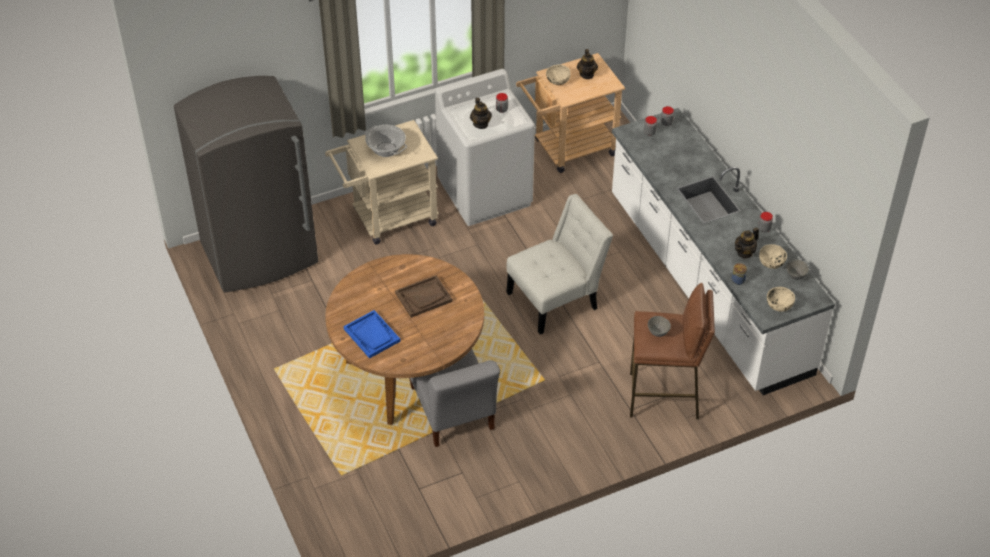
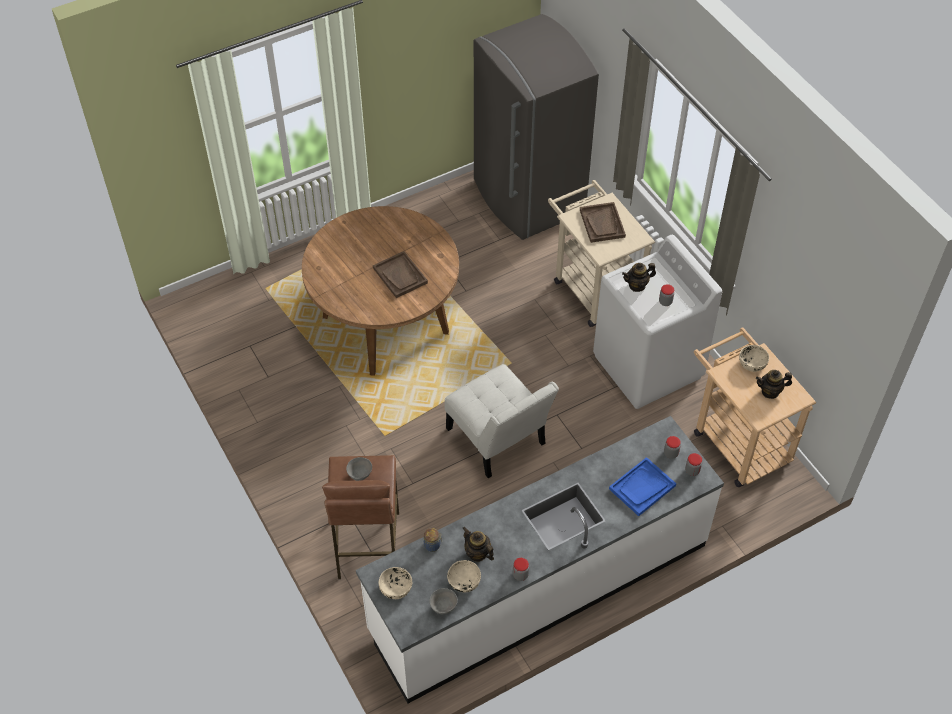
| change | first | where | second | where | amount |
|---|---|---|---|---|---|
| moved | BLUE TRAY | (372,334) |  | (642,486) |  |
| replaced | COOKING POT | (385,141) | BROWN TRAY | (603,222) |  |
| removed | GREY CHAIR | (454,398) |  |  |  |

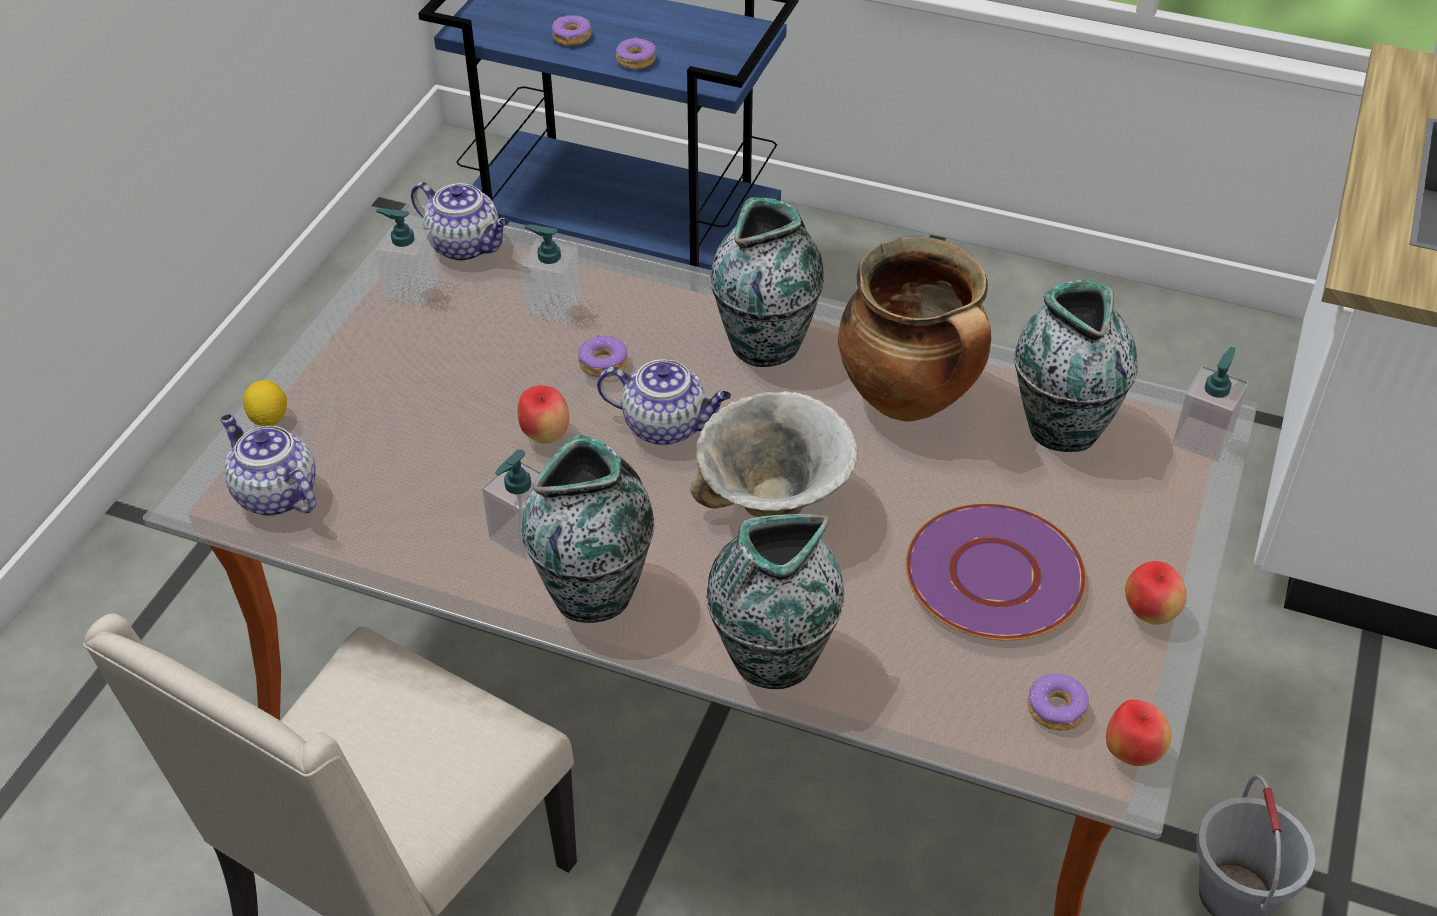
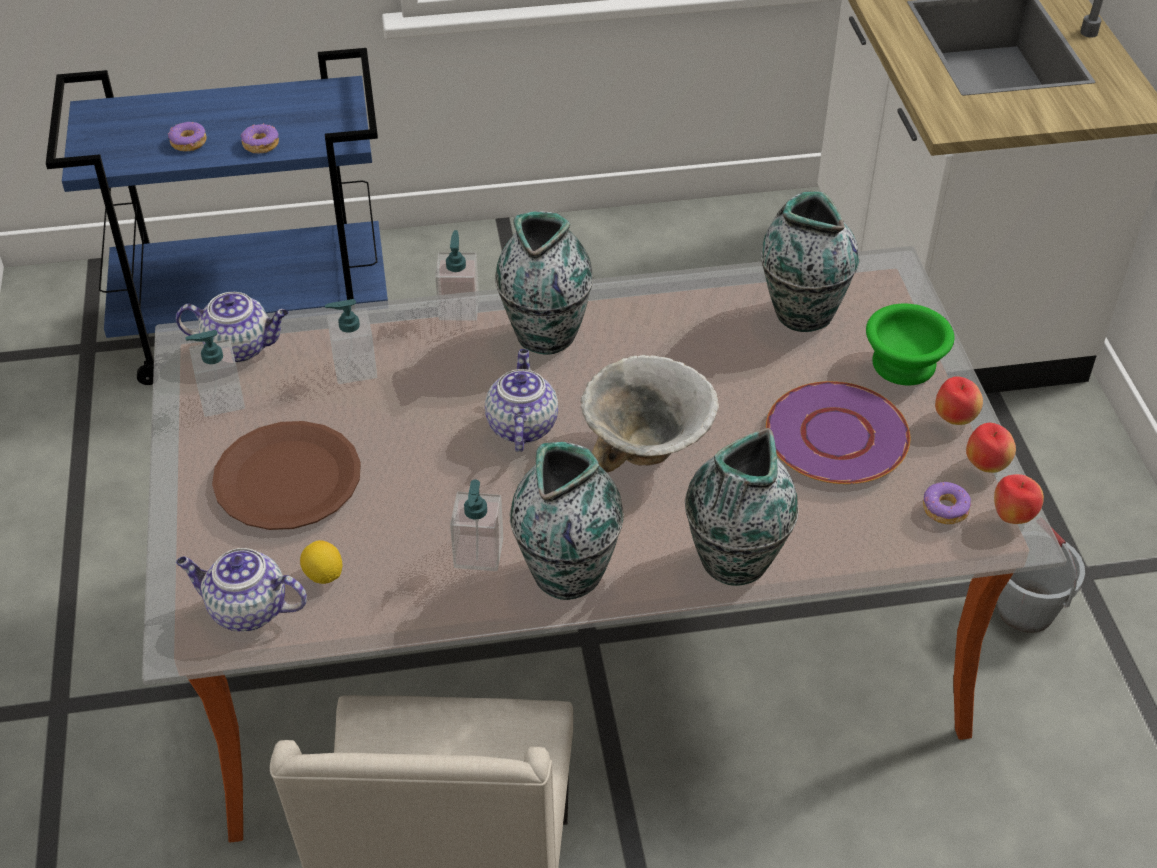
| change | first | where | second | where | amount |
|---|---|---|---|---|---|
| moved | LEMON | (265,403) |  | (321,562) |  |
| moved | APPLE | (543,414) |  | (991,448) |  |
| removed | DONUT | (602,356) |  |  |  |
| turned | TEAPOT | (664,402) |  | (521,400) | 75 degrees counterclockwise |
| removed | COOKING POT | (914,329) |  |  |  |
| moved | SOAP DISPENSER | (1210,404) |  | (457,275) |  |
| added |  |  | BROWN PLATE | (286,475) |  |
| added |  |  | GREEN BOWL | (910,344) |  |

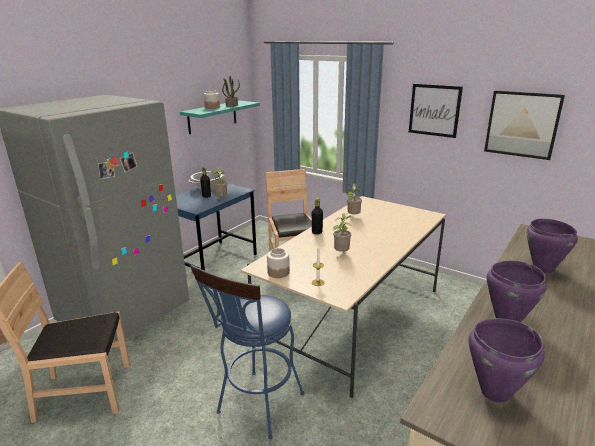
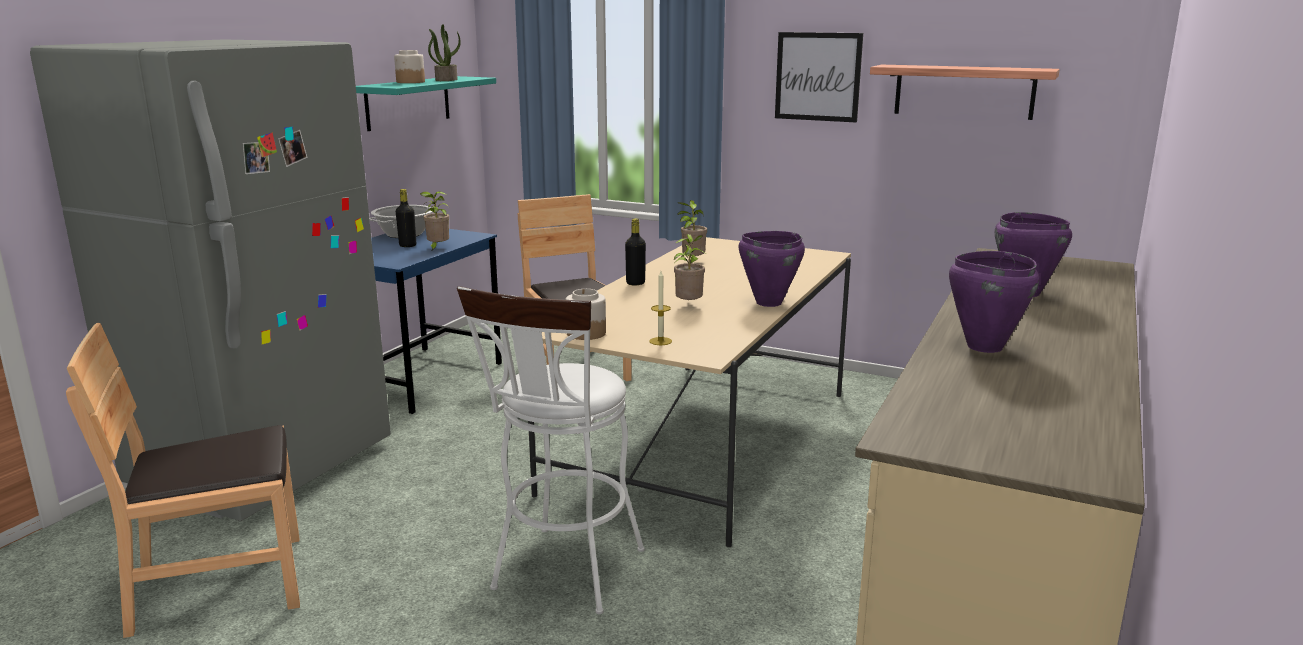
| change | first | where | second | where | amount |
|---|---|---|---|---|---|
| recoloured | BLUE STOOL | (247,352) | WHITE STOOL | (551,450) |  |
| moved | PURPLE COOKING POT | (507,360) |  | (772,269) |  |
| replaced | PICTURE | (524,125) | SHELF | (965,92) |  |

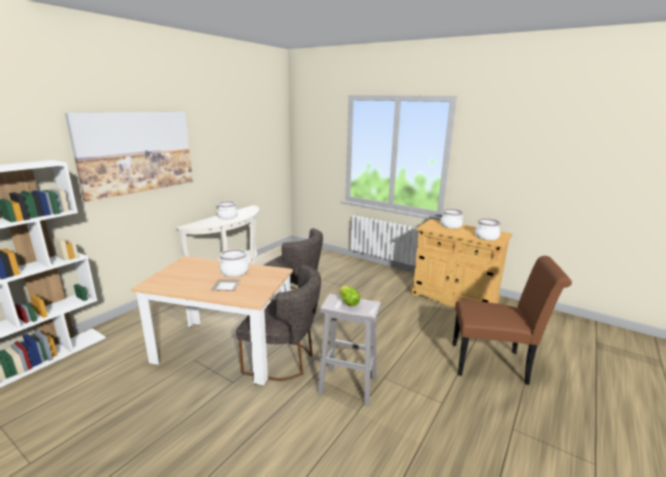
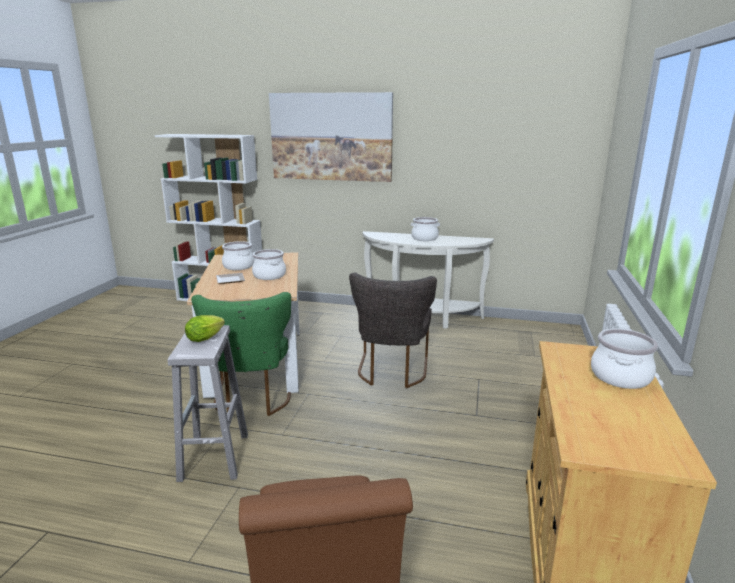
| change | first | where | second | where | amount |
|---|---|---|---|---|---|
| recoloured | GREY CHAIR | (278,323) | GREEN CHAIR | (241,354) |  |
| moved | COOKING POT | (488,229) |  | (238,255) |  |

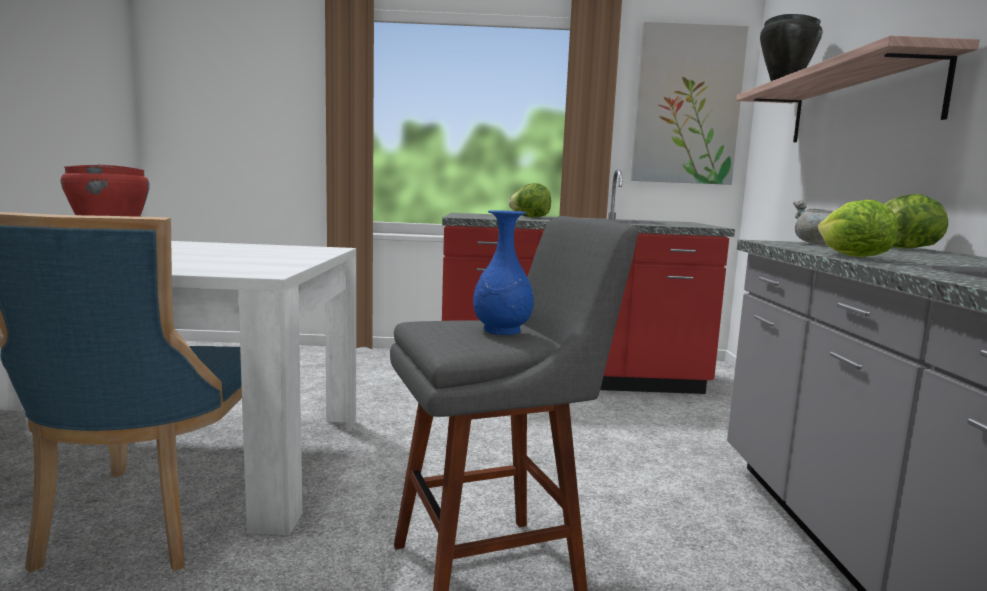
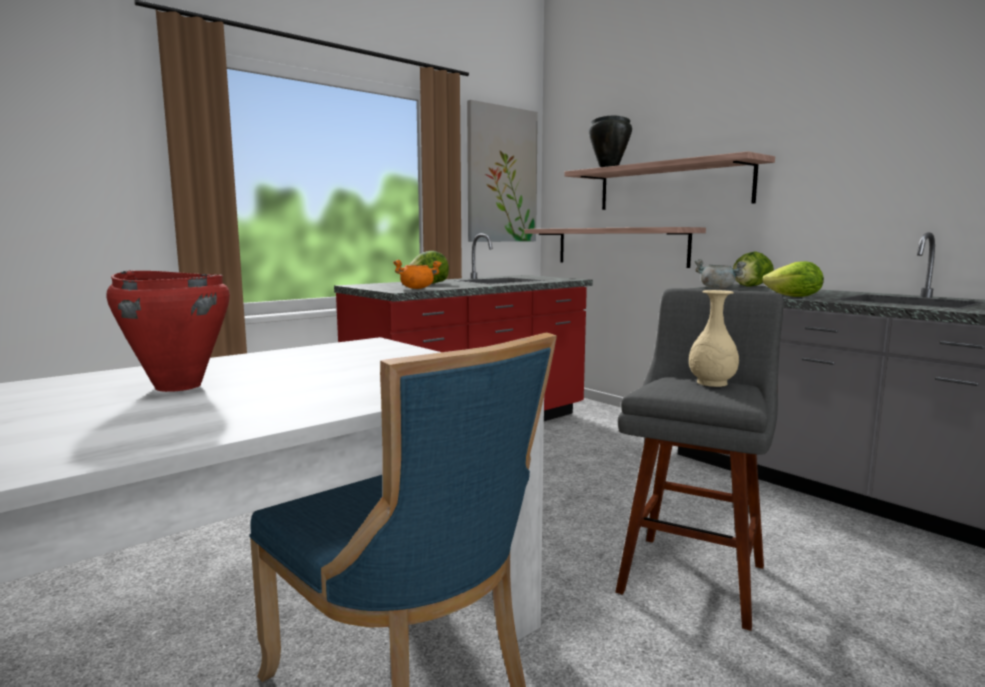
| change | first | where | second | where | amount |
|---|---|---|---|---|---|
| recoloured | BLUE VASE | (503,272) | BEIGE VASE | (714,338) |  |
| added |  |  | ORANGE COOKING POT | (417,274) |  |
| added |  |  | SHELF | (615,247) |  |

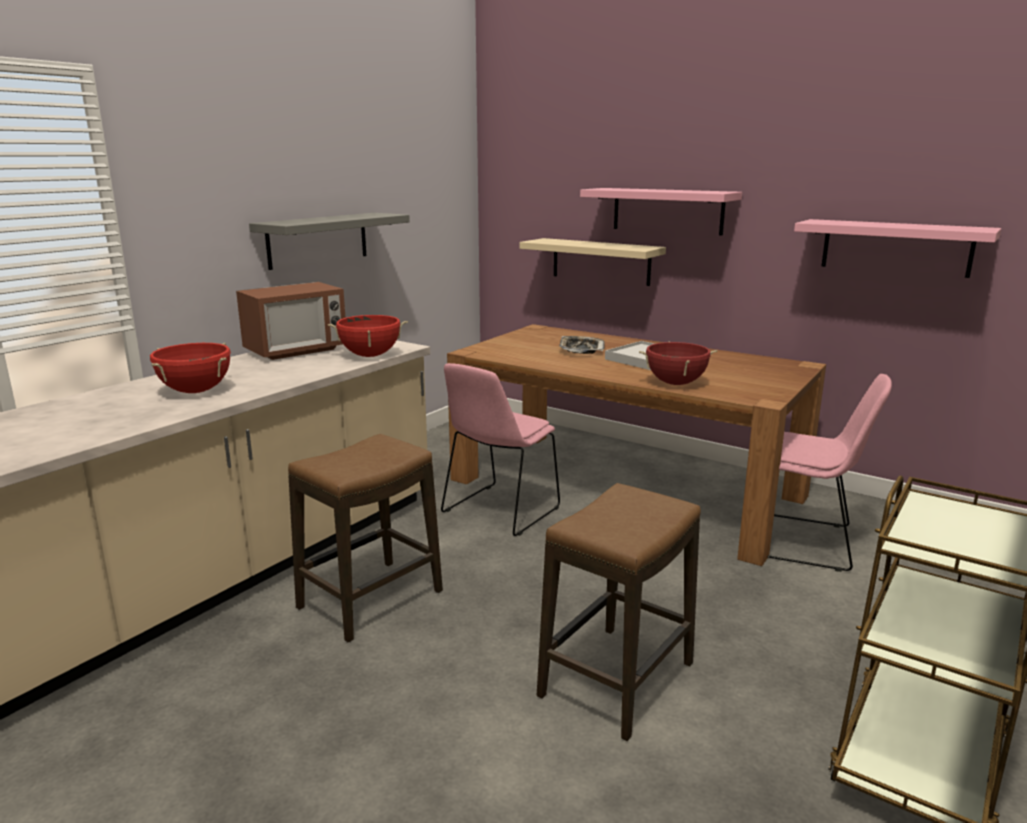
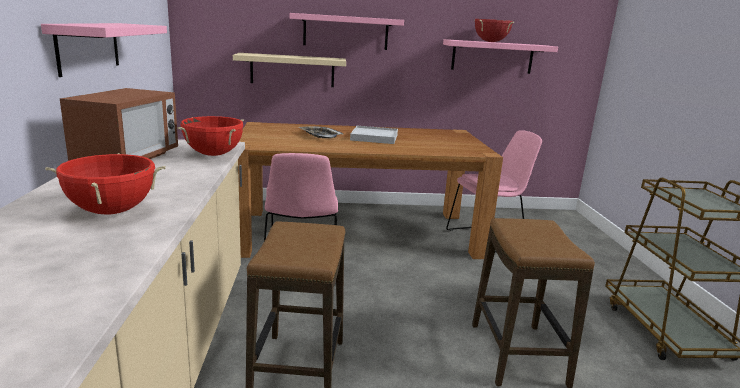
| change | first | where | second | where | amount |
|---|---|---|---|---|---|
| recoloured | GREY SHELF | (329,241) | PINK SHELF | (104,50) |  |
| moved | RED COOKING POT | (678,363) |  | (494,30) |  |

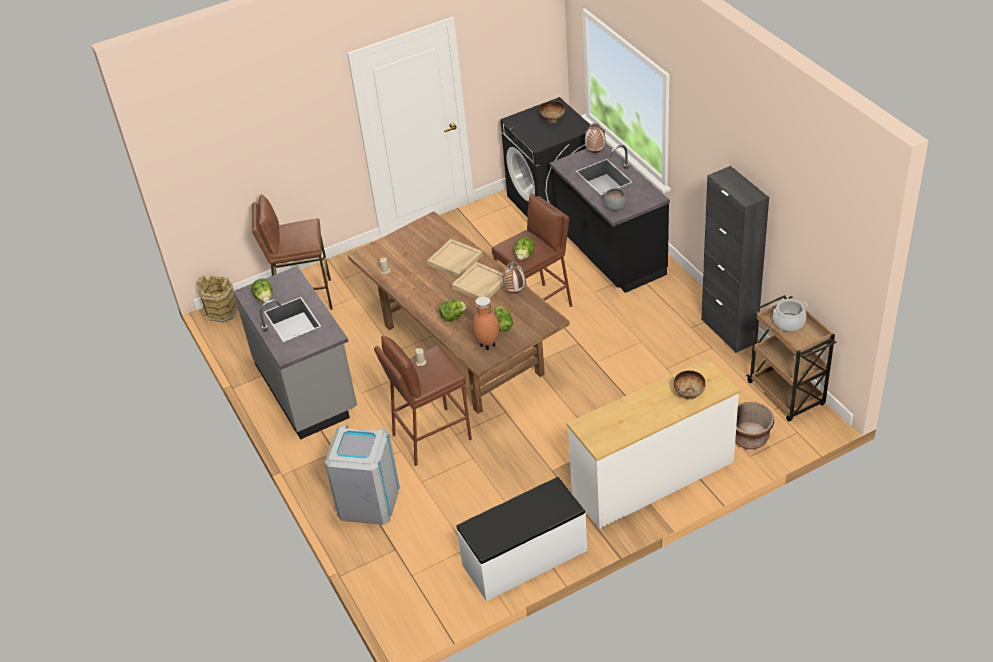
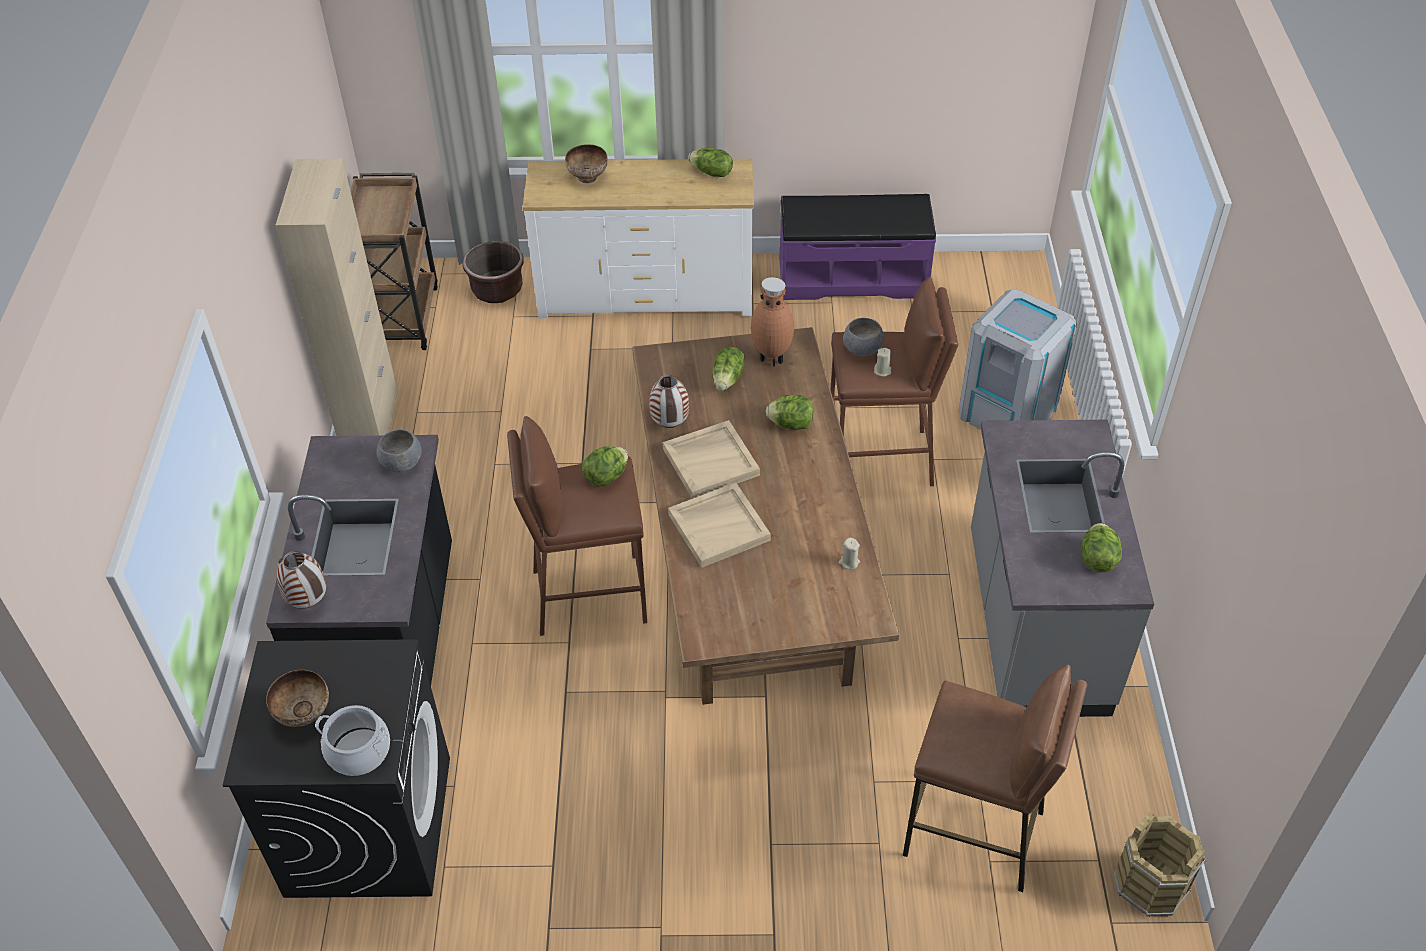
| change | first | where | second | where | amount |
|---|---|---|---|---|---|
| recoloured | WHITE BENCH | (521,539) | PURPLE BENCH | (858,247) |  |
| recoloured | BLACK CABINET | (735,259) | BEIGE CABINET | (337,297) |  |
| moved | COOKING POT | (790,315) |  | (352,740) |  |
| added |  |  | LETTUCE | (710,162) |  |
| added |  |  | GREY BOWL | (863,337) |  |

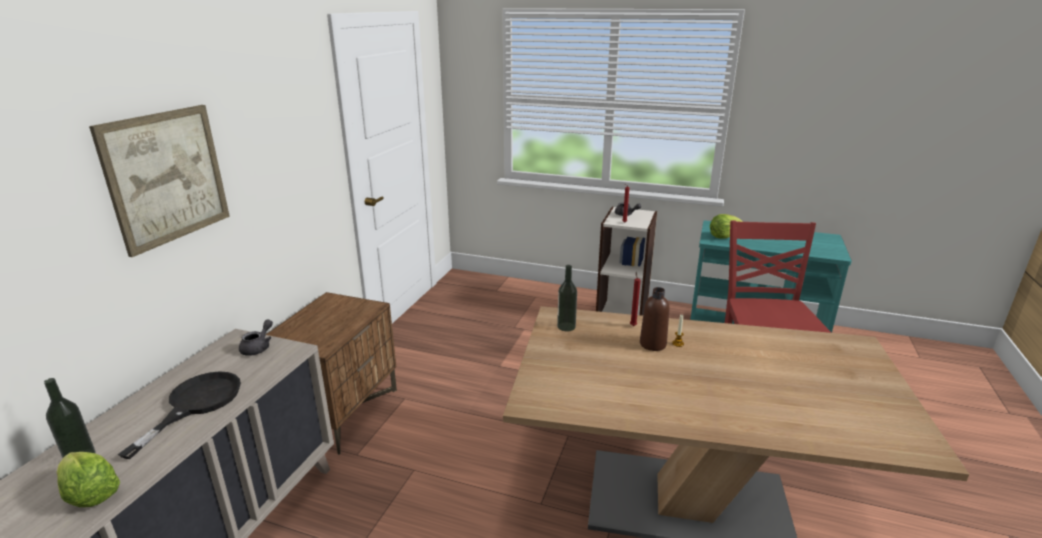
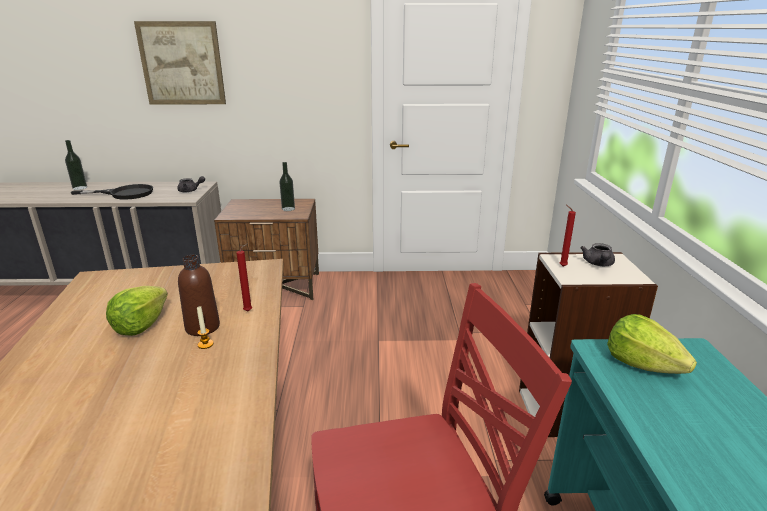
| change | first | where | second | where | amount |
|---|---|---|---|---|---|
| moved | LETTUCE | (88,479) |  | (137,311) |  |
| moved | BOTTLE | (567,298) |  | (287,186) |  |

